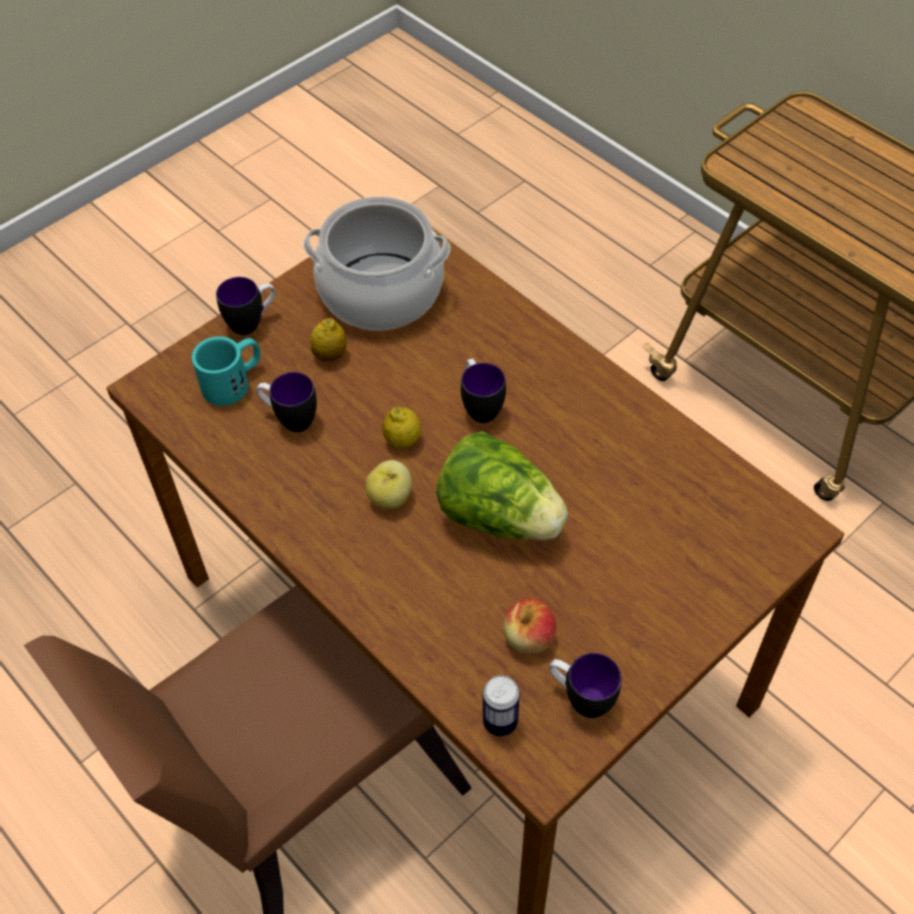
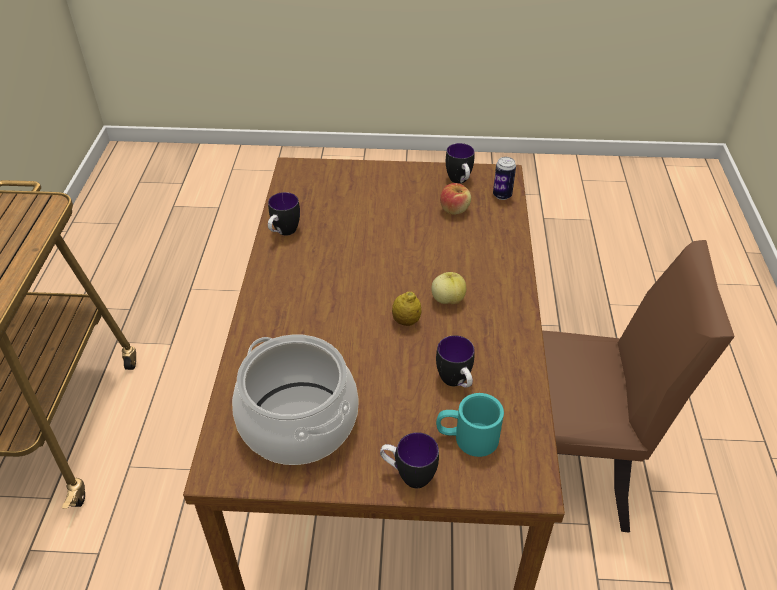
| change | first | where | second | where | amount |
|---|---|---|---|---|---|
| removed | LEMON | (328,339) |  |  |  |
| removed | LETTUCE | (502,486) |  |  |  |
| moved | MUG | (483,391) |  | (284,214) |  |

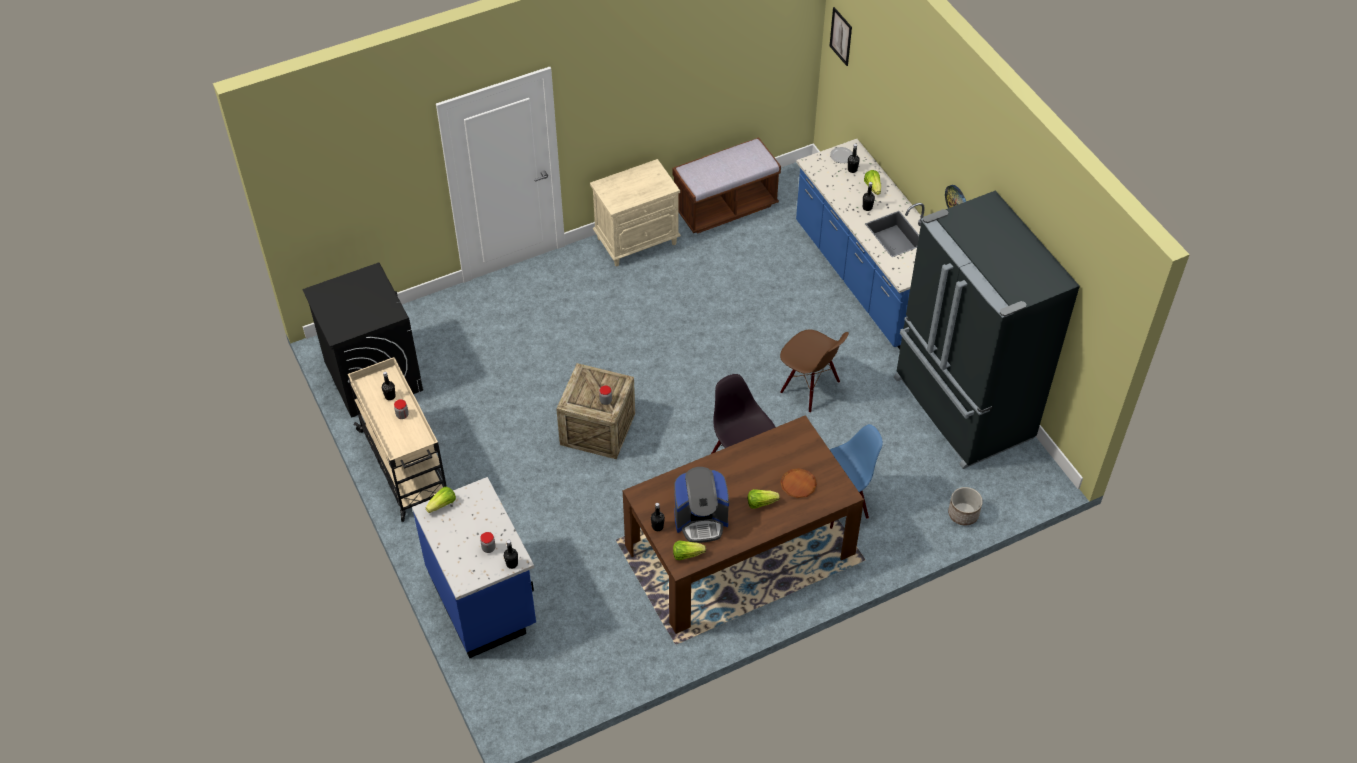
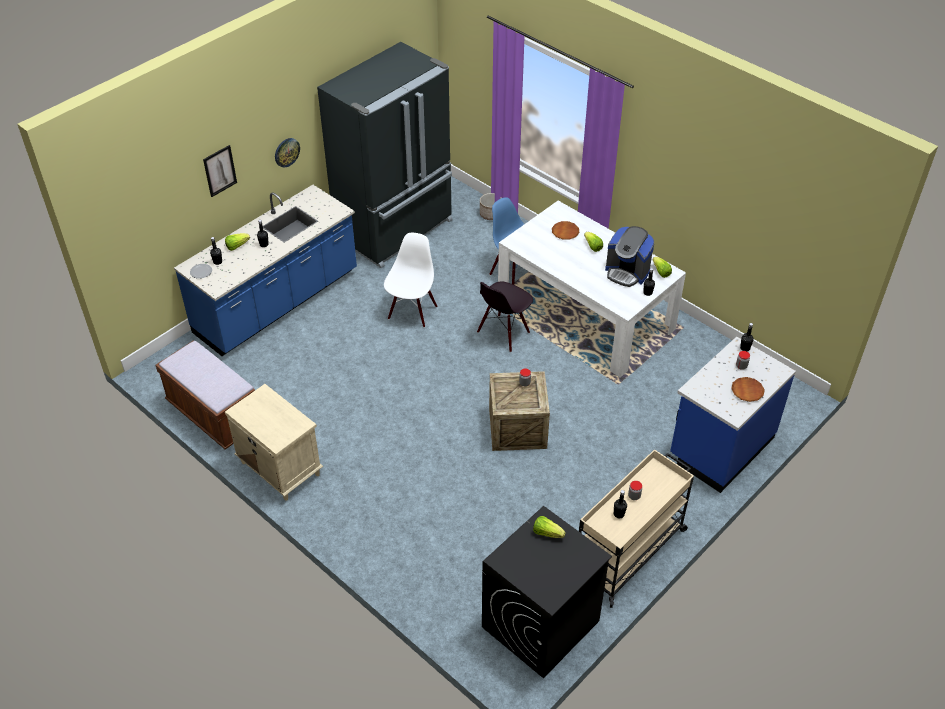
| change | first | where | second | where | amount |
|---|---|---|---|---|---|
| moved | LETTUCE | (441,499) |  | (549,527) |  |
| recoloured | BROWN DINING TABLE | (743,524) | WHITE DINING TABLE | (592,289) |  |
| turned | COFFEE MACHINE | (701,505) |  | (629,256) | 150 degrees clockwise |
| recoloured | BROWN CHAIR | (814,371) | WHITE CHAIR | (410,280) |  |
| moved | PICTURE | (841,36) |  | (220,171) |  |
| added |  |  | BROWN PLATE | (748,389) |  |

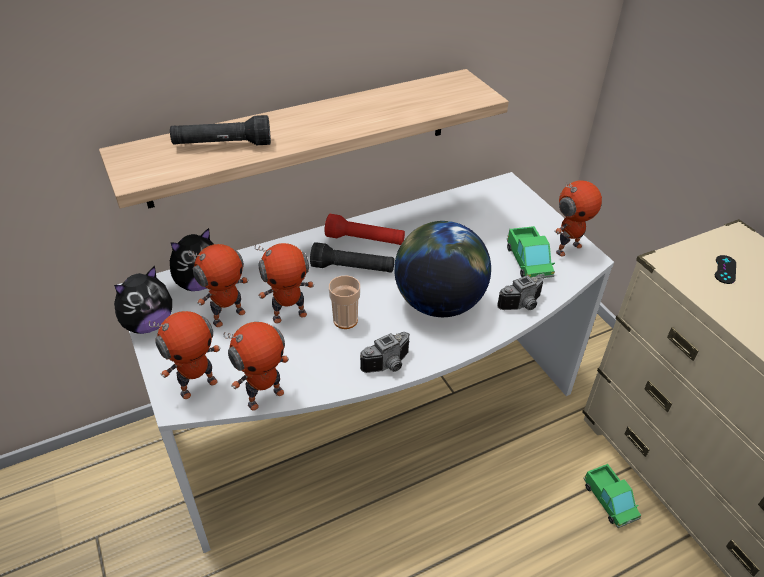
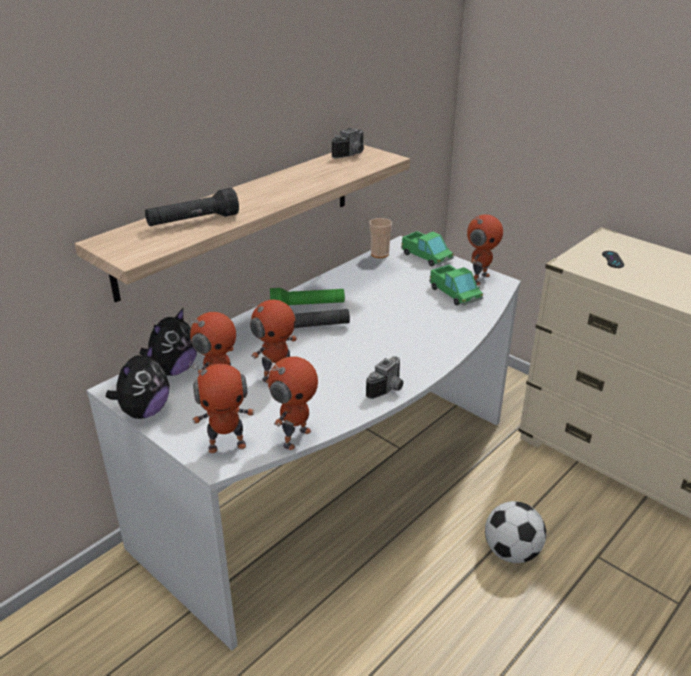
| change | first | where | second | where | amount |
|---|---|---|---|---|---|
| turned | TOY ROBOT | (184,355) |  | (221,407) | 45 degrees clockwise |
| recoloured | RED FLASHLIGHT | (365,229) | GREEN FLASHLIGHT | (307,297) |  |
| moved | CUP | (344,302) |  | (380,238) |  |
| removed | GLOBE | (442,269) |  |  |  |
| moved | PHOTO CAMERA | (520,292) |  | (348,143) |  |
| moved | TOY TRUCK | (612,496) |  | (427,248) |  |
| added |  |  | FOOTBALL | (515,532) |  |

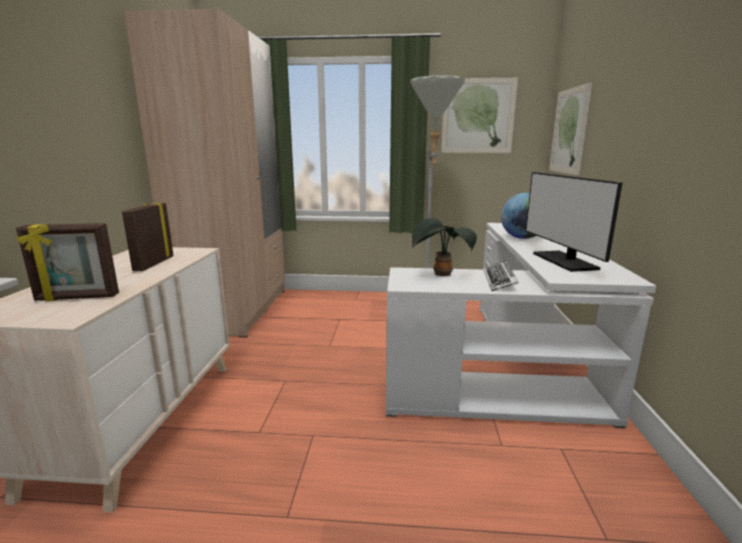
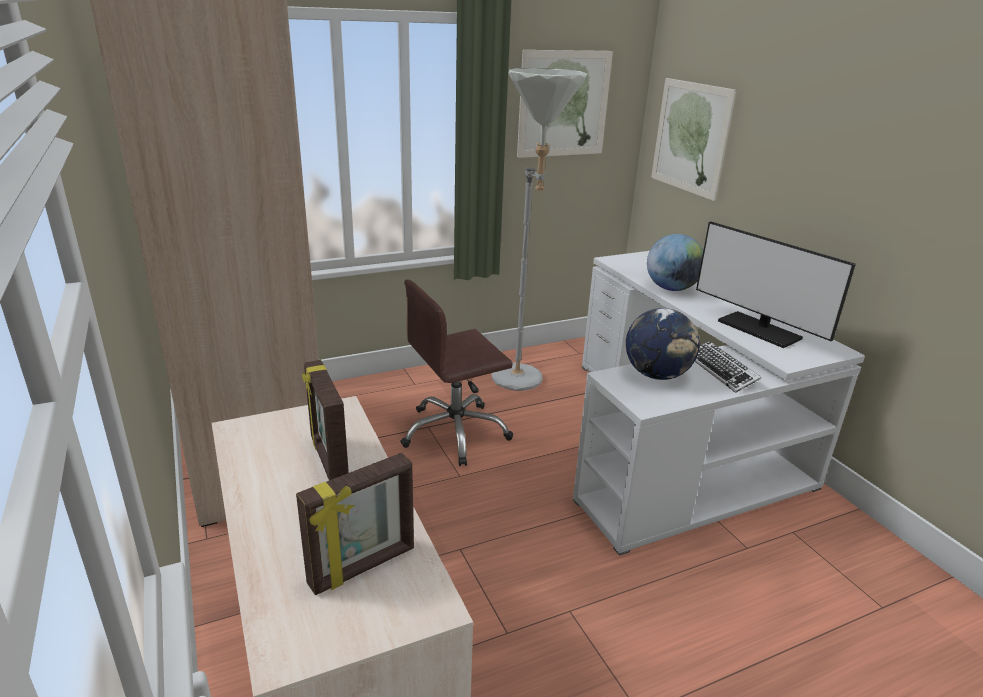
| change | first | where | second | where | amount |
|---|---|---|---|---|---|
| replaced | POTTED PLANT | (444,247) | GLOBE | (663,344) |  |
| added |  |  | BROWN OFFICE CHAIR | (456,372) |  |

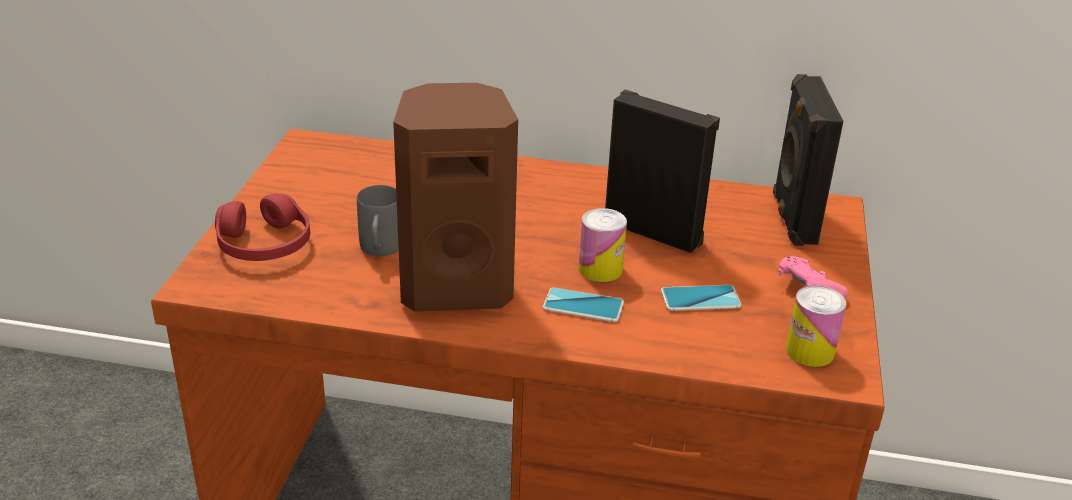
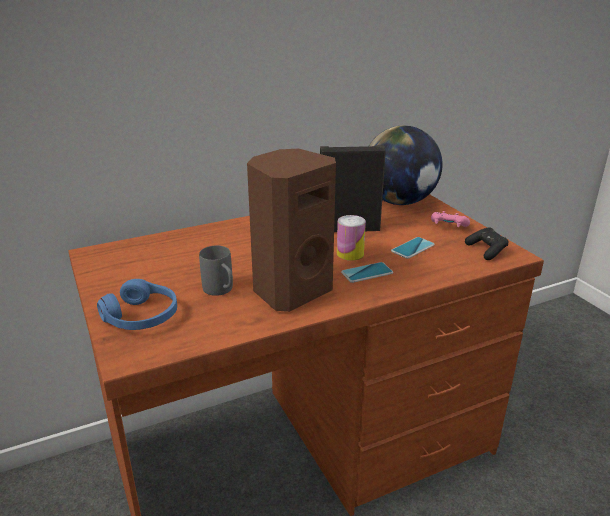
| change | first | where | second | where | amount |
|---|---|---|---|---|---|
| recoloured | RED HEADPHONES | (262,227) | BLUE HEADPHONES | (137,304) |  |
| replaced | BLACK SPEAKER | (808,160) | GLOBE | (406,165) |  |
| replaced | CAN | (816,326) | BLACK GAME CONTROLLER | (486,244) |  |

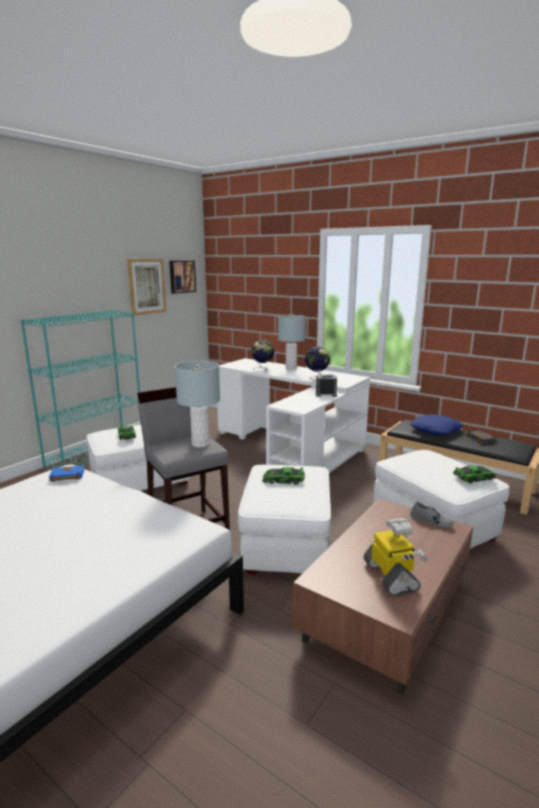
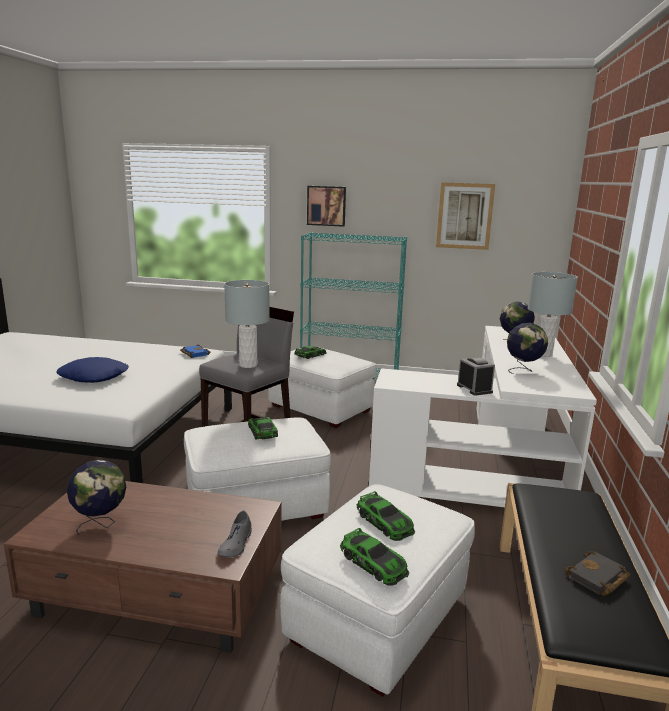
| change | first | where | second | where | amount |
|---|---|---|---|---|---|
| moved | PICTURE | (182,277) |  | (326,206) |  |
| replaced | TOY ROBOT | (396,557) | GLOBE | (96,497) |  |
| moved | BLUE PILLOW | (436,424) |  | (92,370) |  |
| added |  |  | TOY CAR | (386,516) |  |

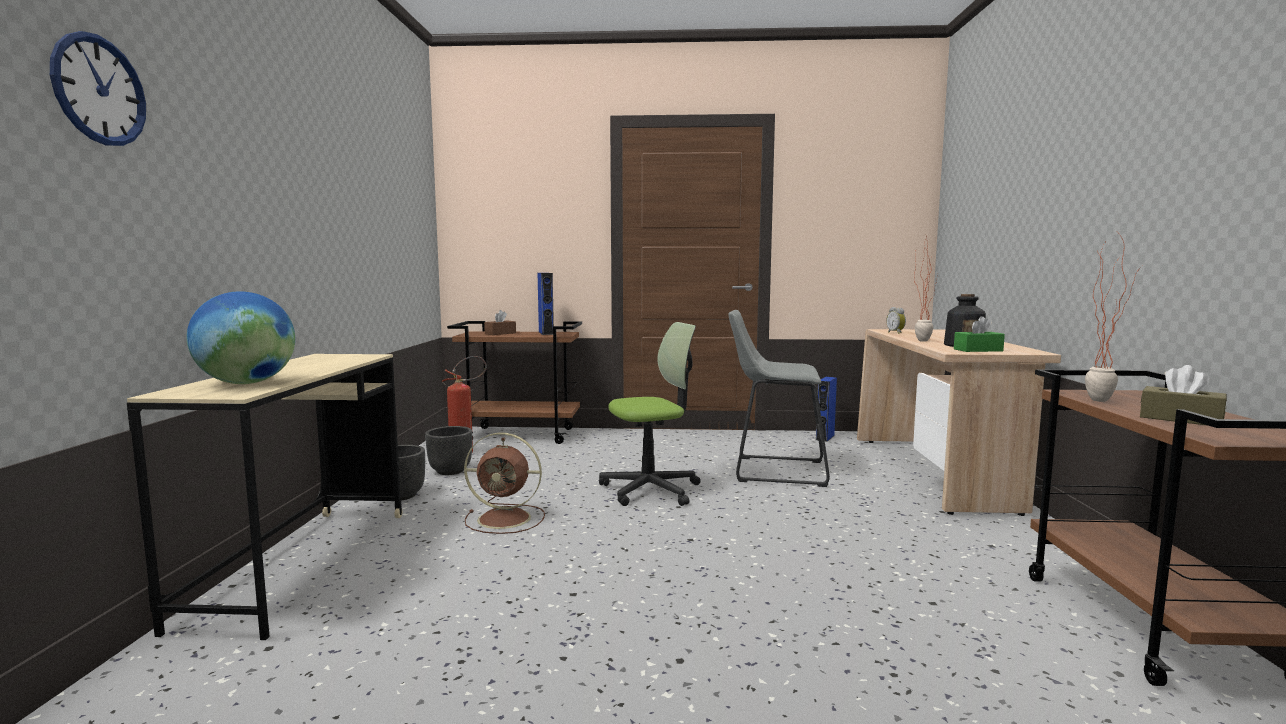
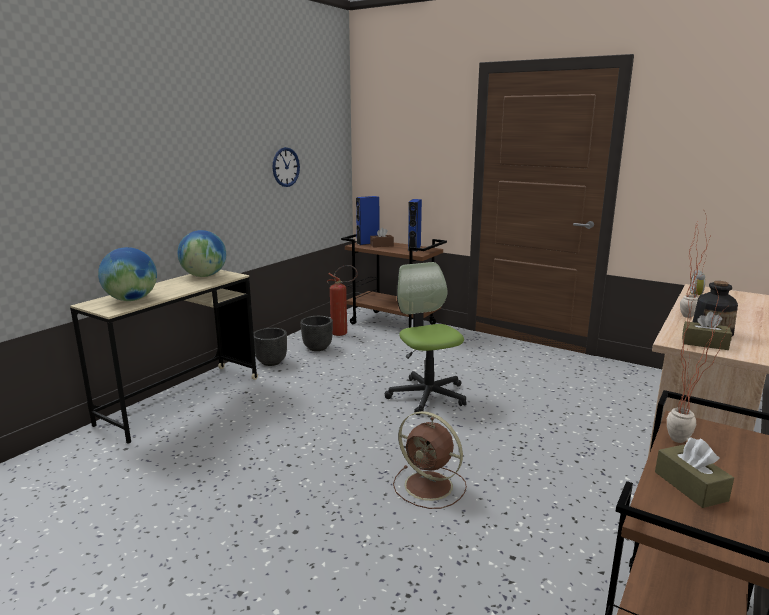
| change | first | where | second | where | amount |
|---|---|---|---|---|---|
| moved | WALL CLOCK | (98,88) |  | (286,167) |  |
| moved | BROWN FAN | (504,483) |  | (430,460) |  |
| turned | OFFICE CHAIR | (650,414) |  | (426,338) | 120 degrees counterclockwise |
| removed | GREY STOOL | (779,398) |  |  |  |
| moved | BLUE SPEAKER | (826,409) |  | (367,220) |  |
| recoloured | GREEN TISSUE BOX | (979,334) | BROWN TISSUE BOX | (707,330) |  |
| added |  |  | GLOBE | (201,253) |  |

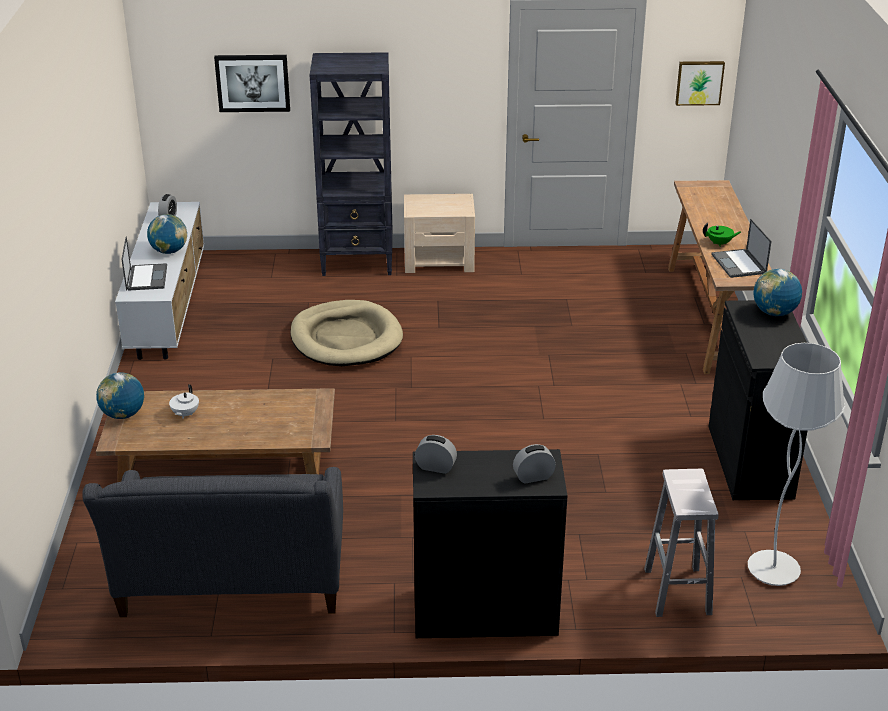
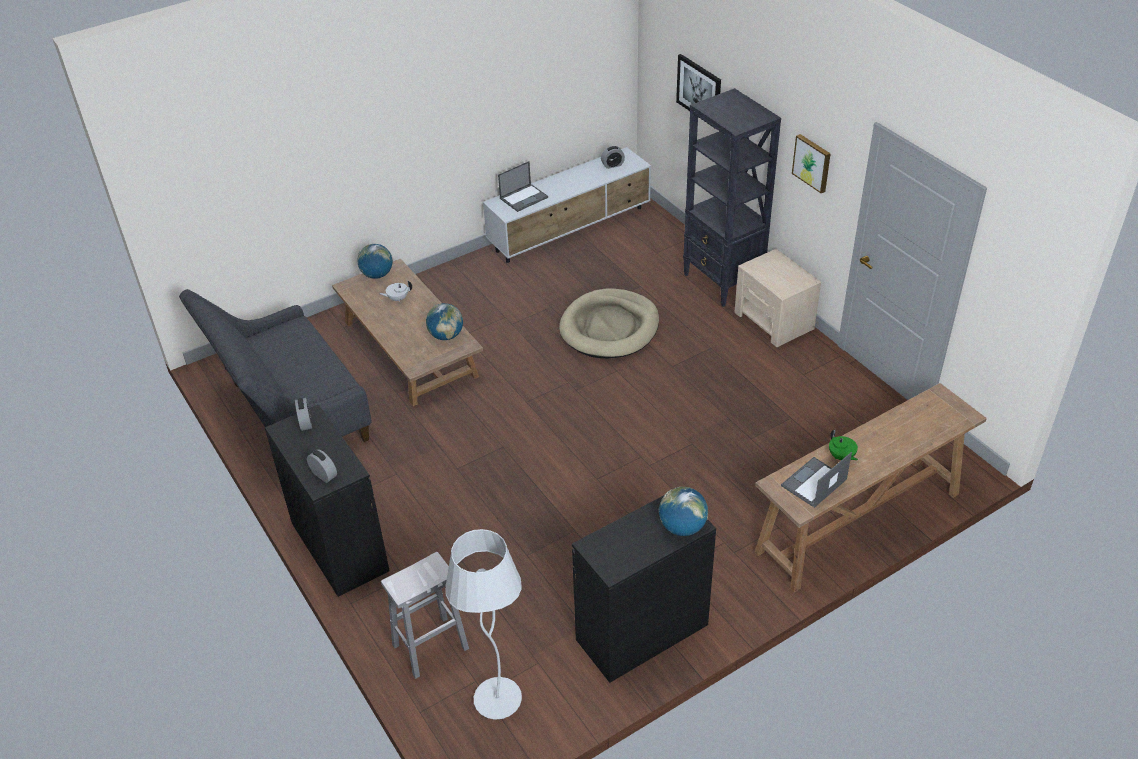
| change | first | where | second | where | amount |
|---|---|---|---|---|---|
| moved | GLOBE | (167,234) |  | (444,321) |  |
| moved | PICTURE | (700,83) |  | (811,163) |  |

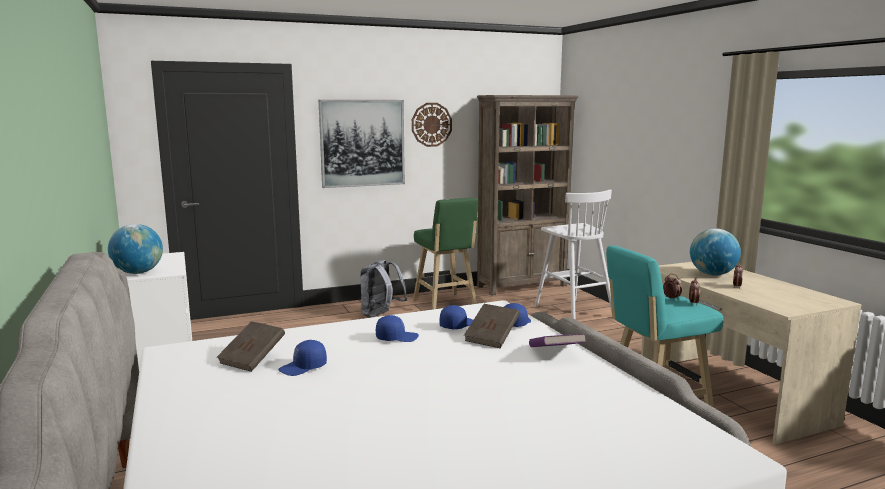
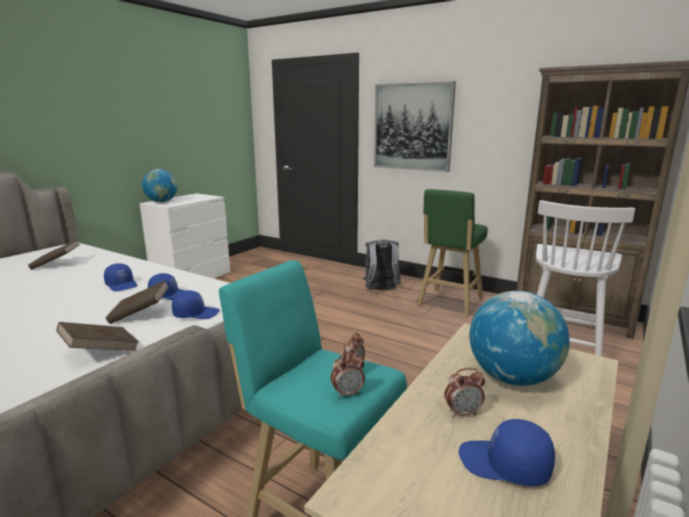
| change | first | where | second | where | amount |
|---|---|---|---|---|---|
| moved | BLUE CAP | (302,358) |  | (507,452) |  |
| removed | WALL CLOCK | (432,125) |  |  |  |
| recoloured | PURPLE BOOK | (557,340) | BROWN BOOK | (97,336) |  |

